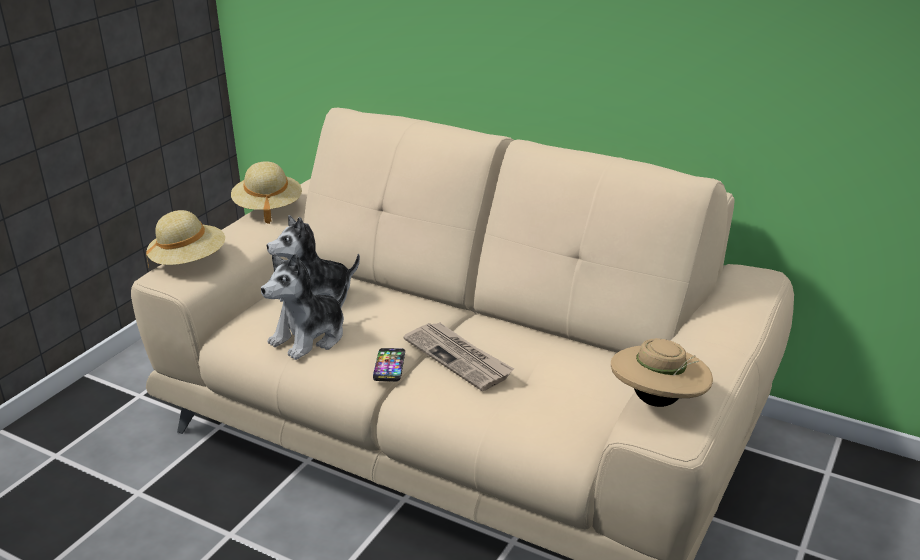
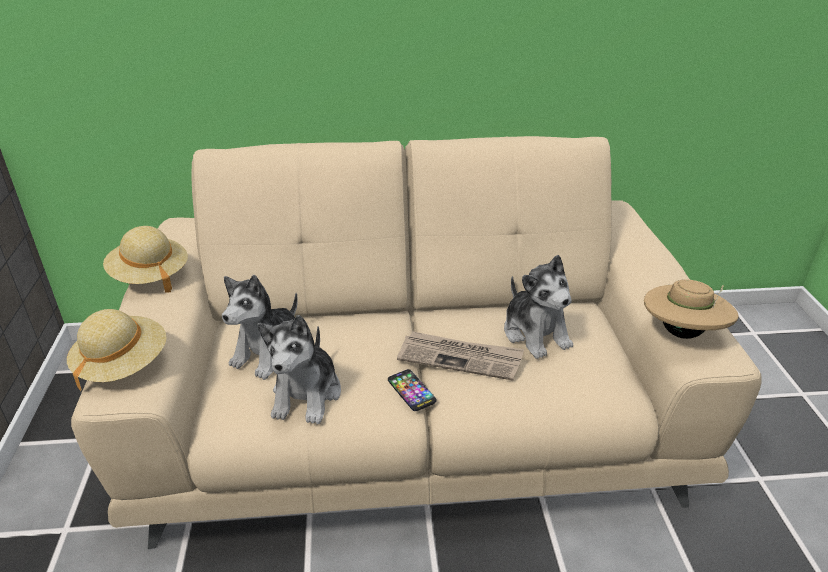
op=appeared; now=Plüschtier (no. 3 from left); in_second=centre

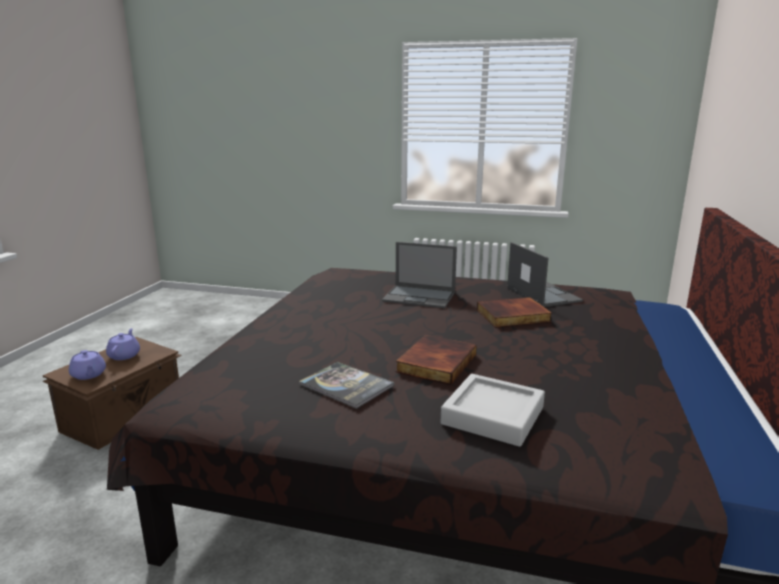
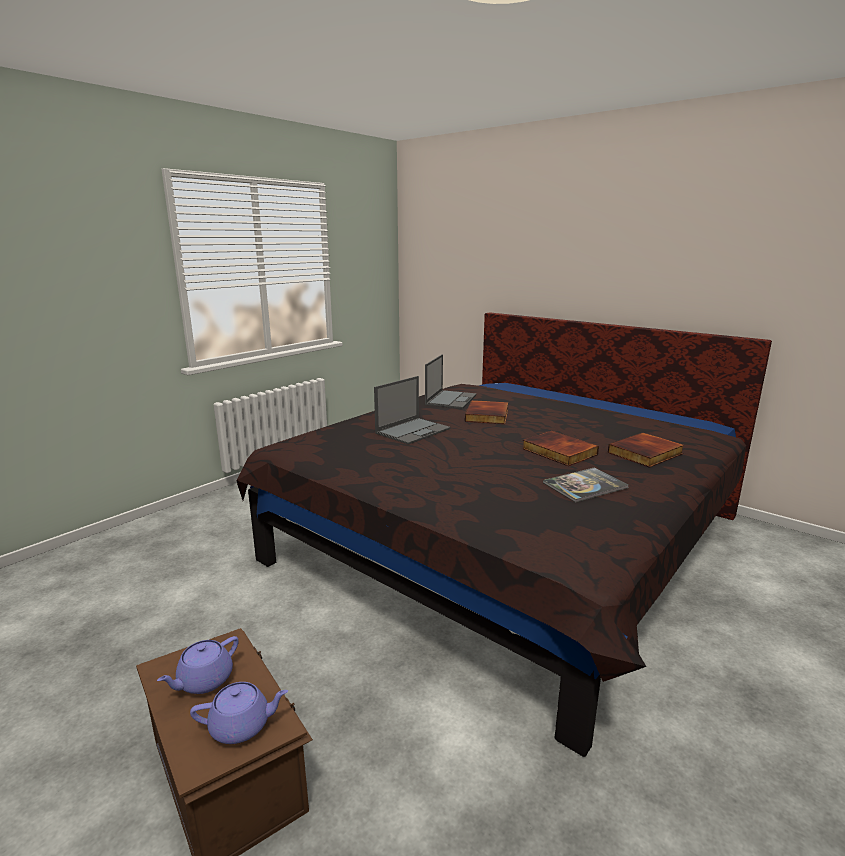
op=spun; was=Teekanne (lila) (no. 2 from left in the first image); in_first=middle left; in_second=bottom left; clockwise=-75
op=exchanged; was=Tablett (grau); now=Buch (no. 4 from left); in_first=bottom centre; in_second=middle right
op=spun; was=Laptop (no. 2 from left); in_first=middle right; in_second=centre; clockwise=105

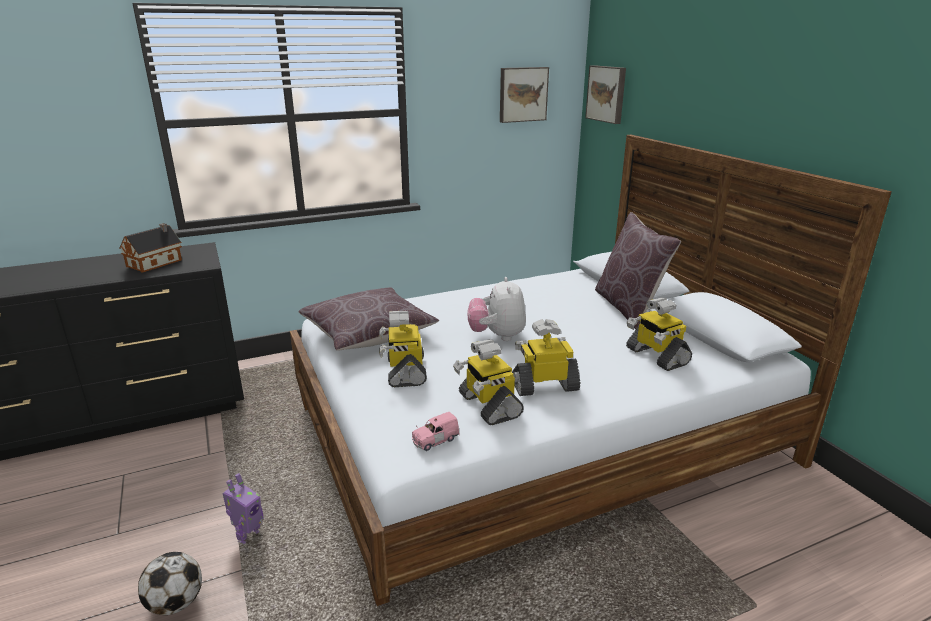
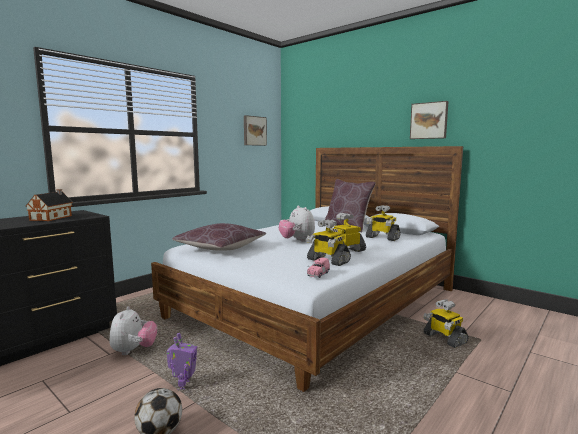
op=relocated; was=Spielzeugroboter (no. 2 from left in the first image); now=Spielzeugroboter (no. 5 from left); in_first=centre; in_second=bottom right
op=relocated; was=Bild (no. 2 from left); in_first=top centre; in_second=top right
op=appeared; now=Plüschtier (no. 1 from left); in_second=bottom left

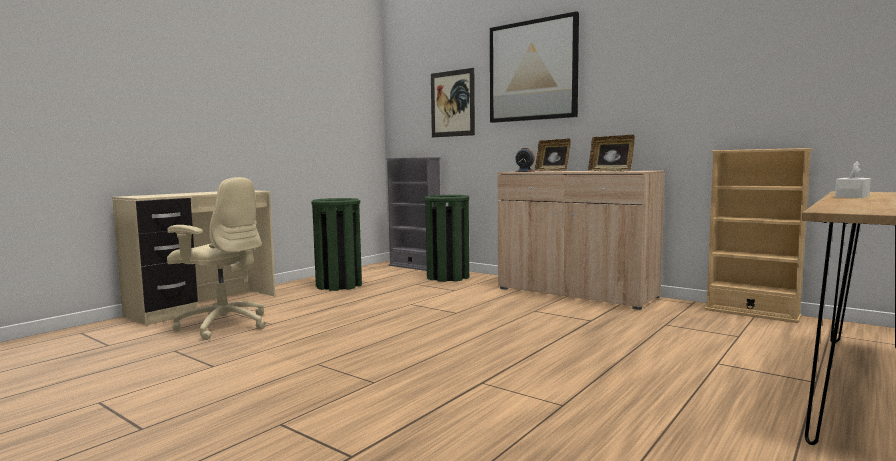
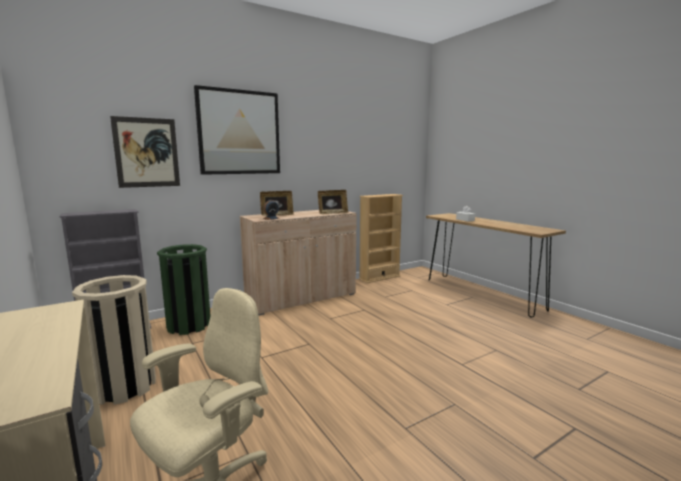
op=colour; was=Mülleimer (grün) (no. 1 from left); now=Mülleimer (beige); in_first=centre; in_second=bottom left

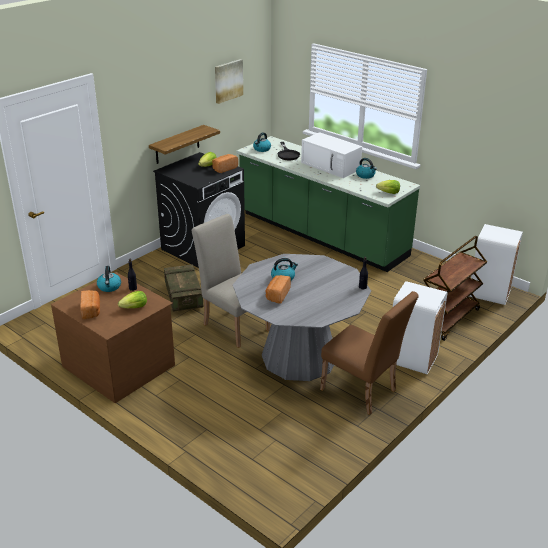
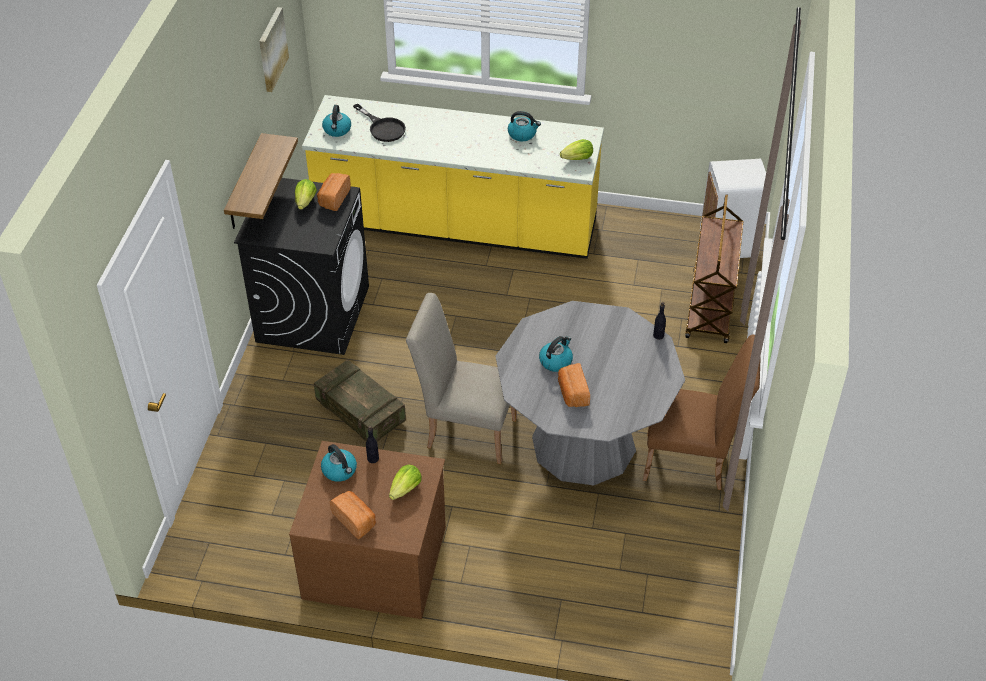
op=colour; was=Küchenzeile (grün); now=Küchenzeile (gelb); in_first=centre; in_second=top centre
op=missing; was=Mikrowelle (weiß); in_first=top centre
op=missing; was=Mülleimer (weiß) (no. 1 from left); in_first=middle right

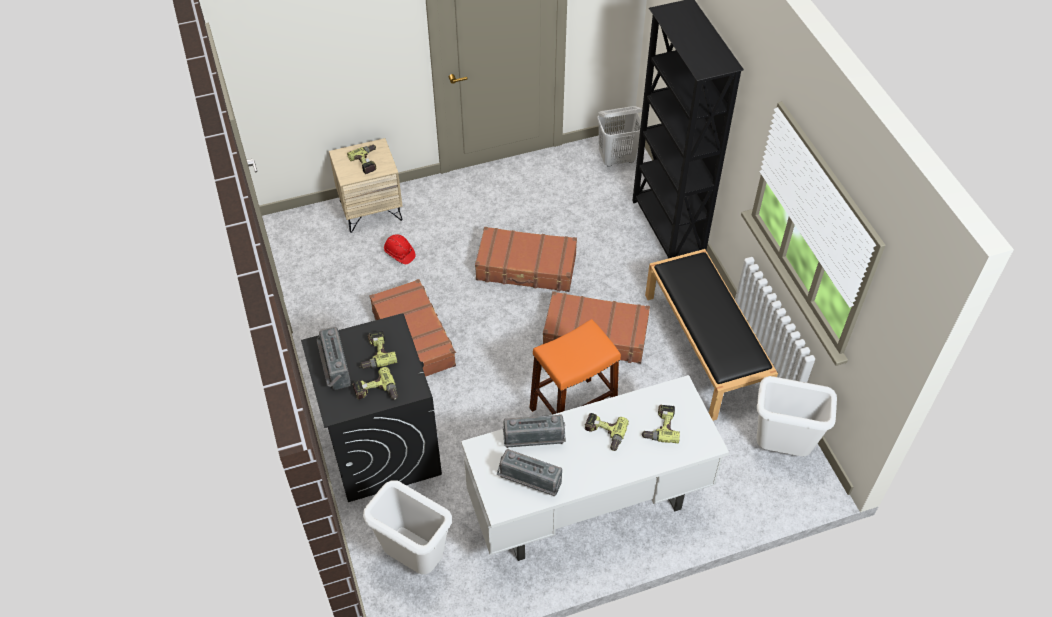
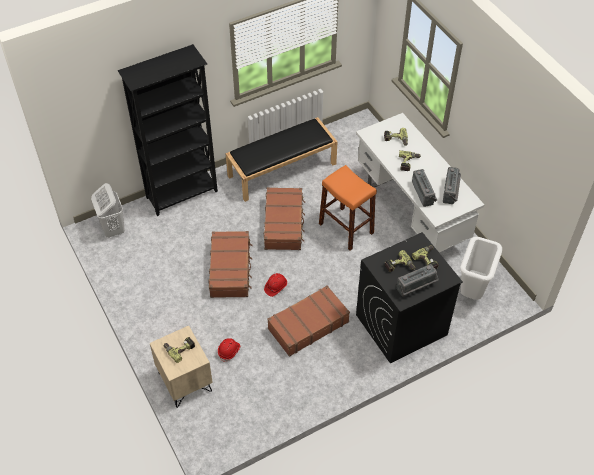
op=missing; was=Mülleimer (weiß) (no. 2 from left); in_first=bottom right
op=appeared; now=Schutzhelm (rot) (no. 2 from left); in_second=centre

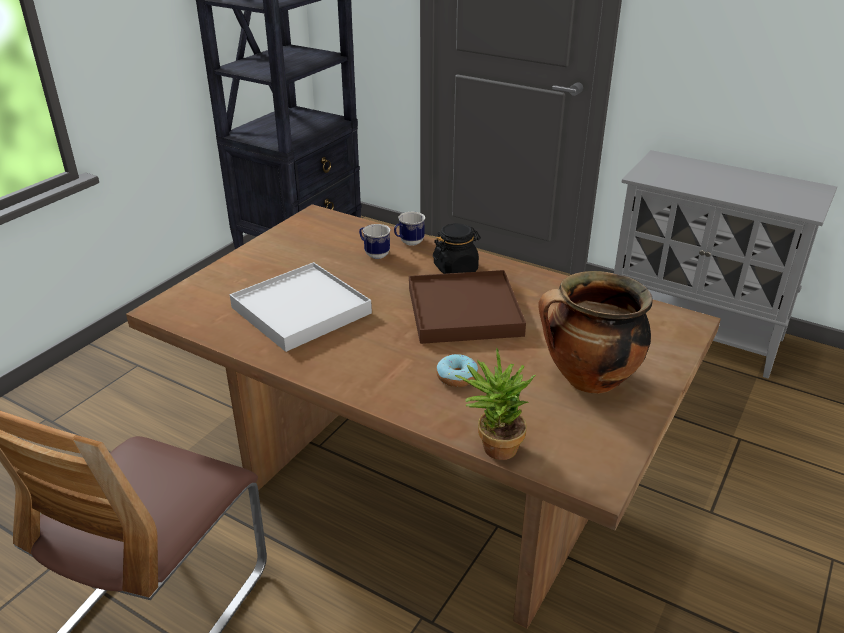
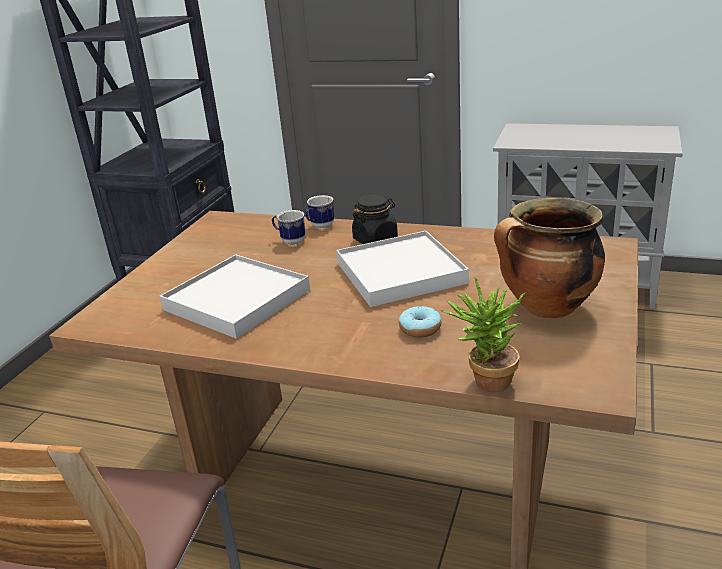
op=colour; was=Tablett (braun); now=Tablett (weiß) (no. 2 from left); in_first=centre; in_second=centre

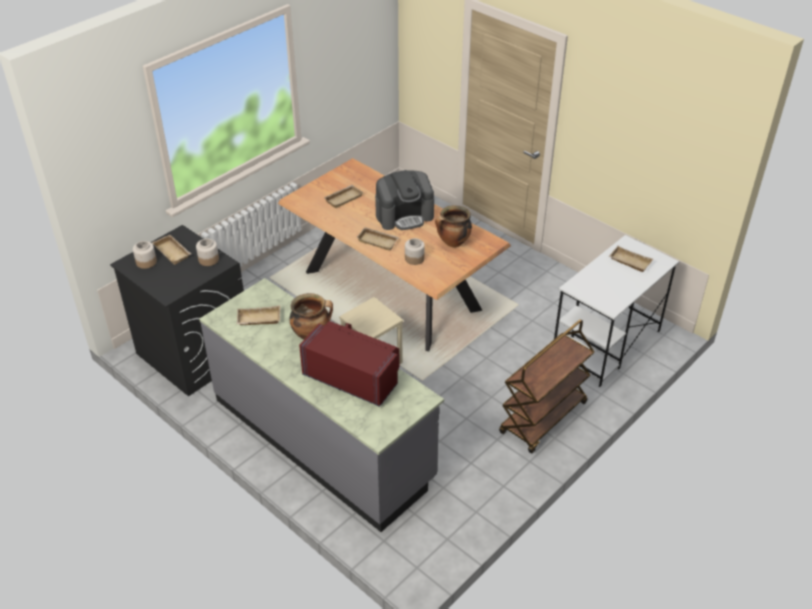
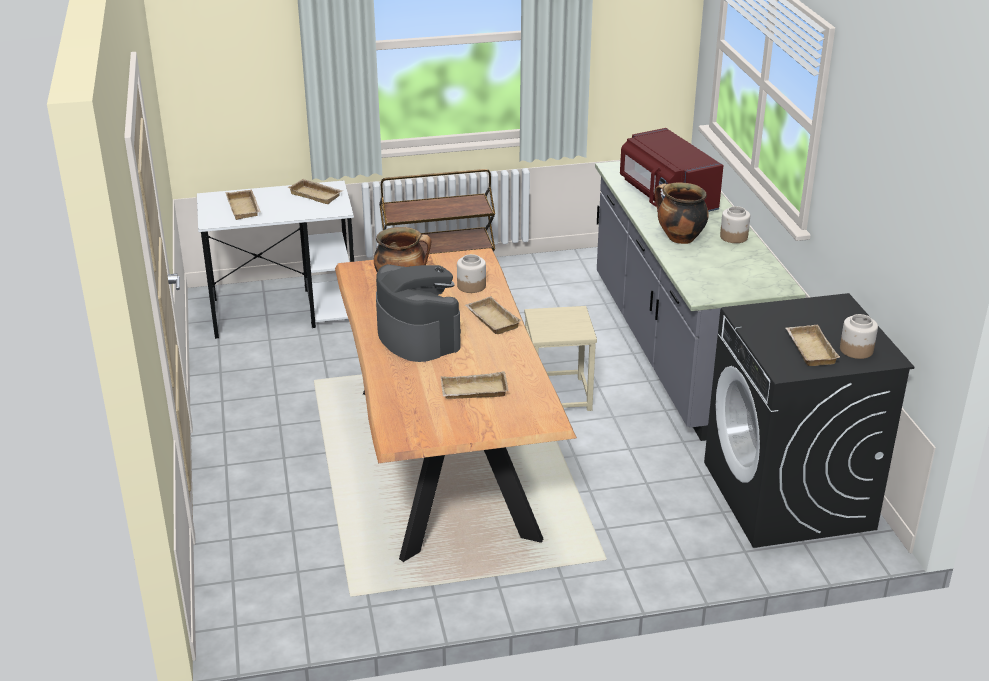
op=relocated; was=Vorratsglas (no. 2 from left); in_first=middle left; in_second=top right
op=relocated; was=Tablett (beige) (no. 2 from left); in_first=middle left; in_second=top left
op=spun; was=Kaffeemaschine; in_first=top centre; in_second=centre; clockwise=45

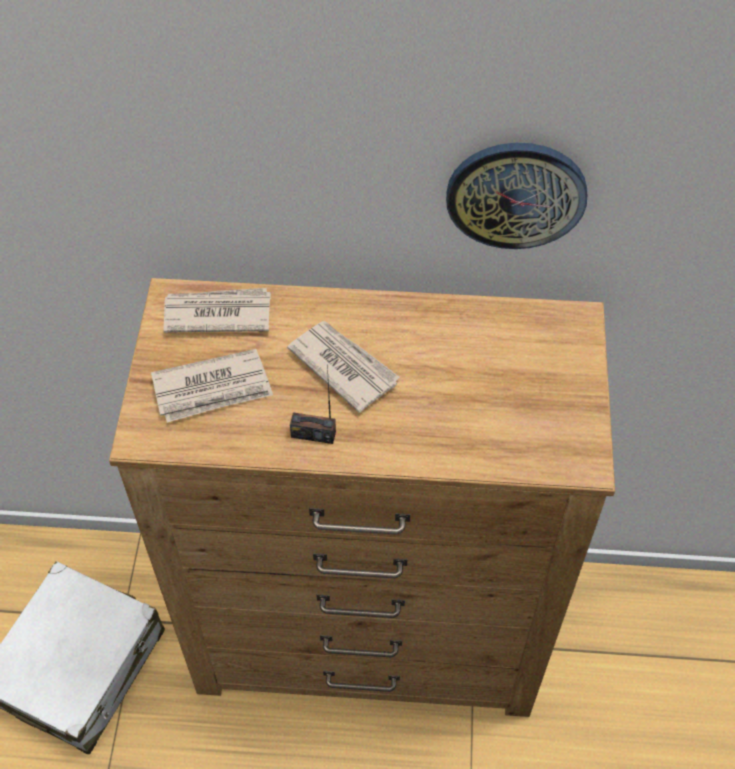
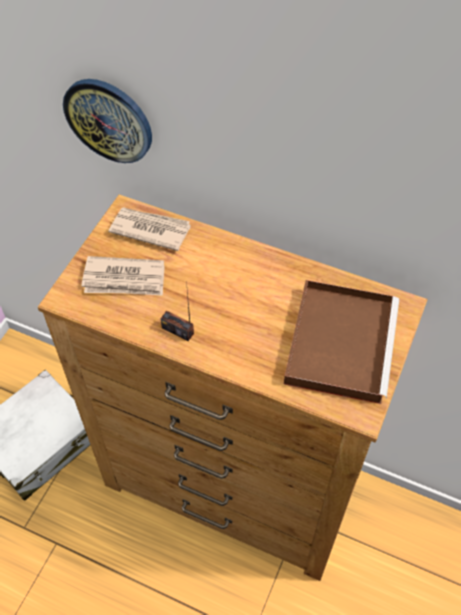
op=missing; was=Zeitung (no. 3 from left); in_first=centre
op=relocated; was=Wanduhr; in_first=top right; in_second=top left
op=appeared; now=Tablett (braun); in_second=middle right

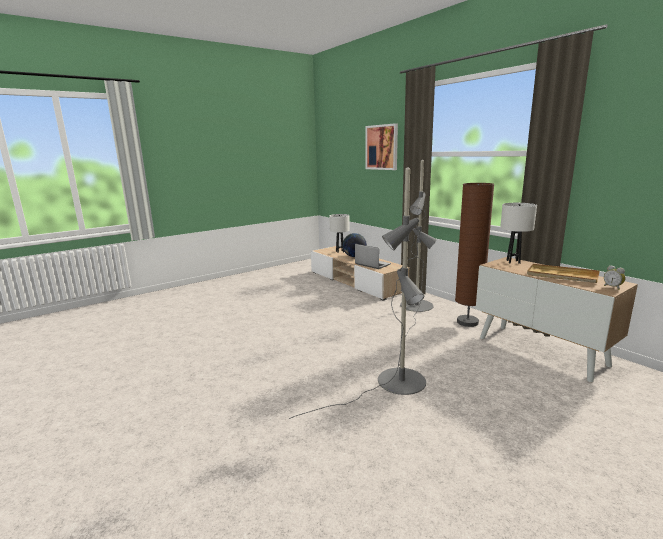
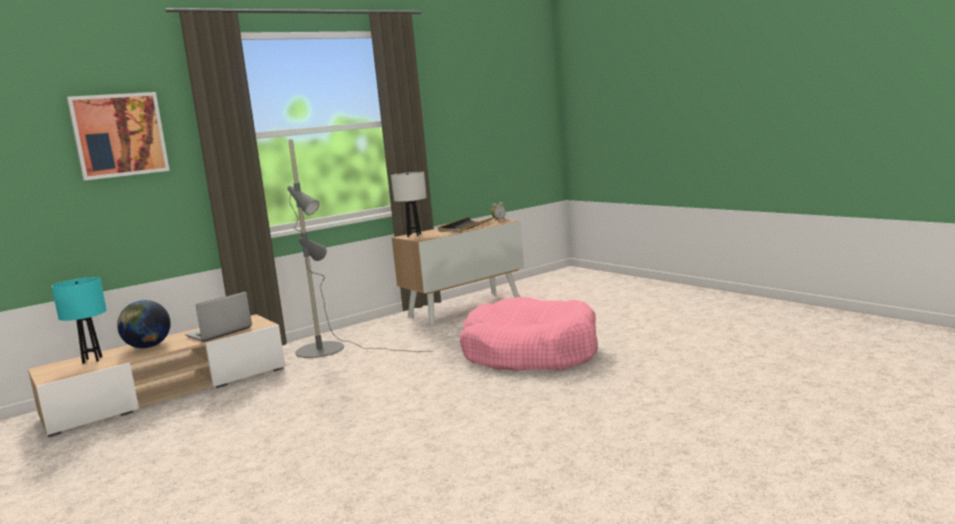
op=exchanged; was=Stehlampe (grau) (no. 1 from left); now=Hundebett (rosa); in_first=centre; in_second=centre
op=colour; was=Tischlampe (weiß) (no. 1 from left); now=Tischlampe (türkis); in_first=centre; in_second=middle left
op=missing; was=Stehlampe (braun); in_first=middle right
op=colour; was=Tablett (beige); now=Tablett (schwarz); in_first=middle right; in_second=centre

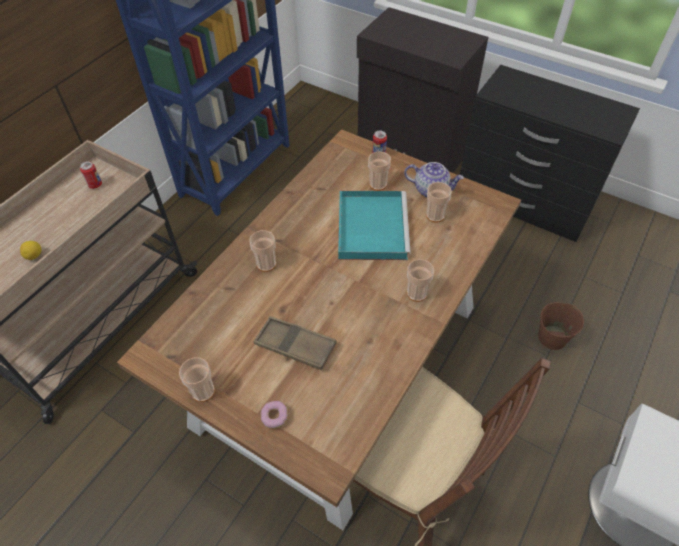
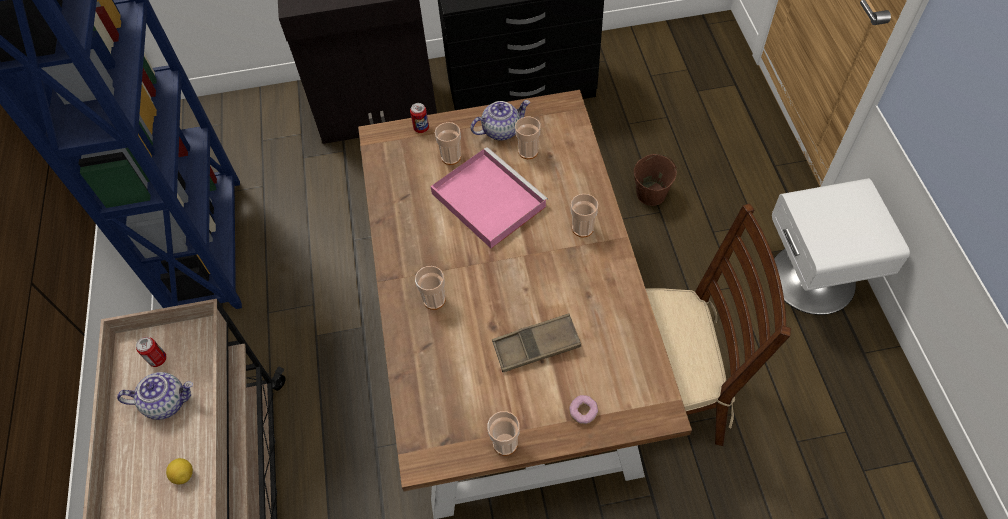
op=colour; was=Tablett (türkis); now=Tablett (rosa); in_first=centre; in_second=centre
op=appeared; now=Teekanne (no. 1 from left); in_second=bottom left

